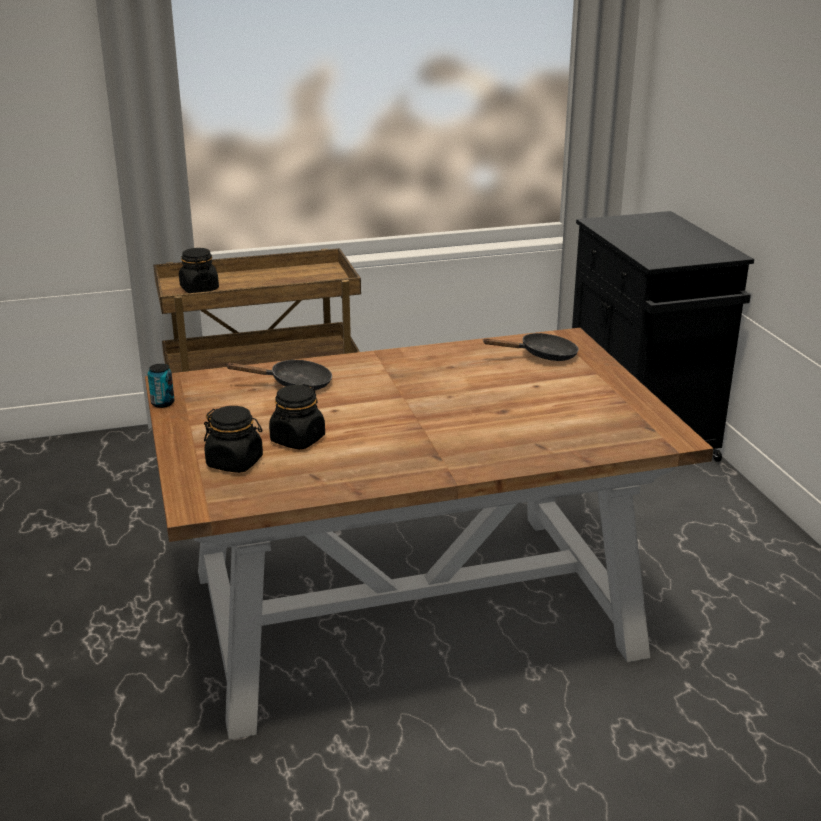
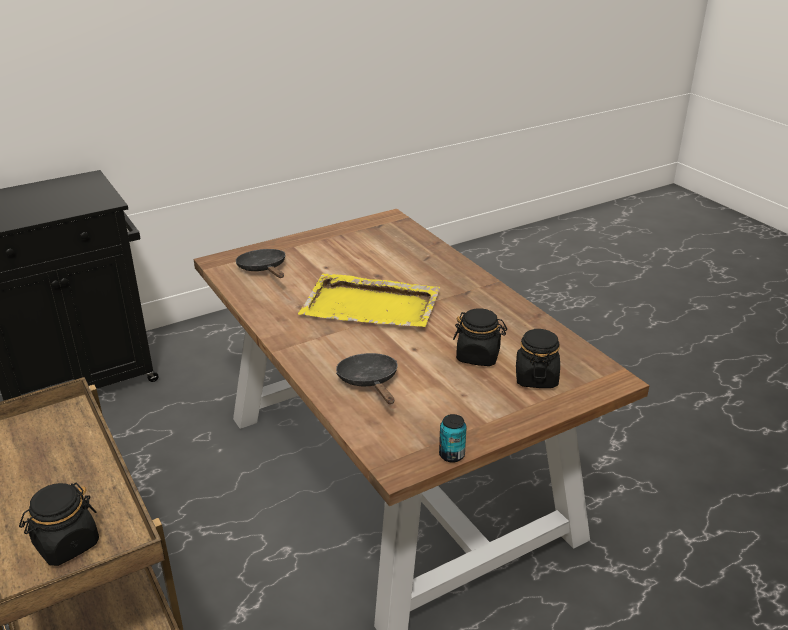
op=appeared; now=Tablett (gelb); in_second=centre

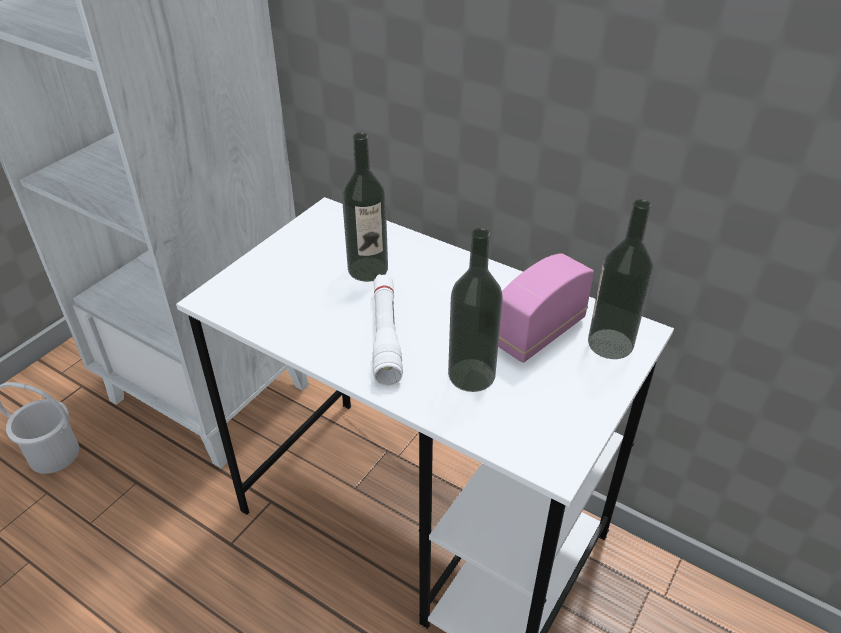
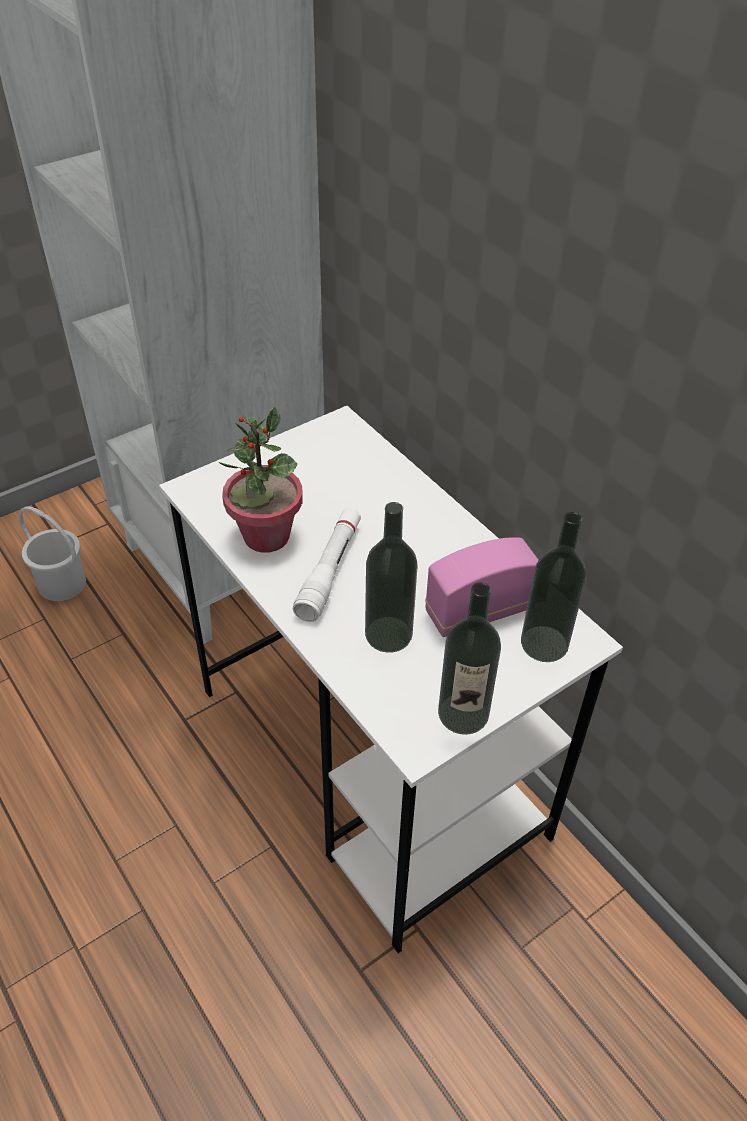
op=relocated; was=Flasche (no. 1 from left in the first image); now=Flasche (no. 2 from left); in_first=top centre; in_second=centre
op=appeared; now=Topfpflanze; in_second=centre

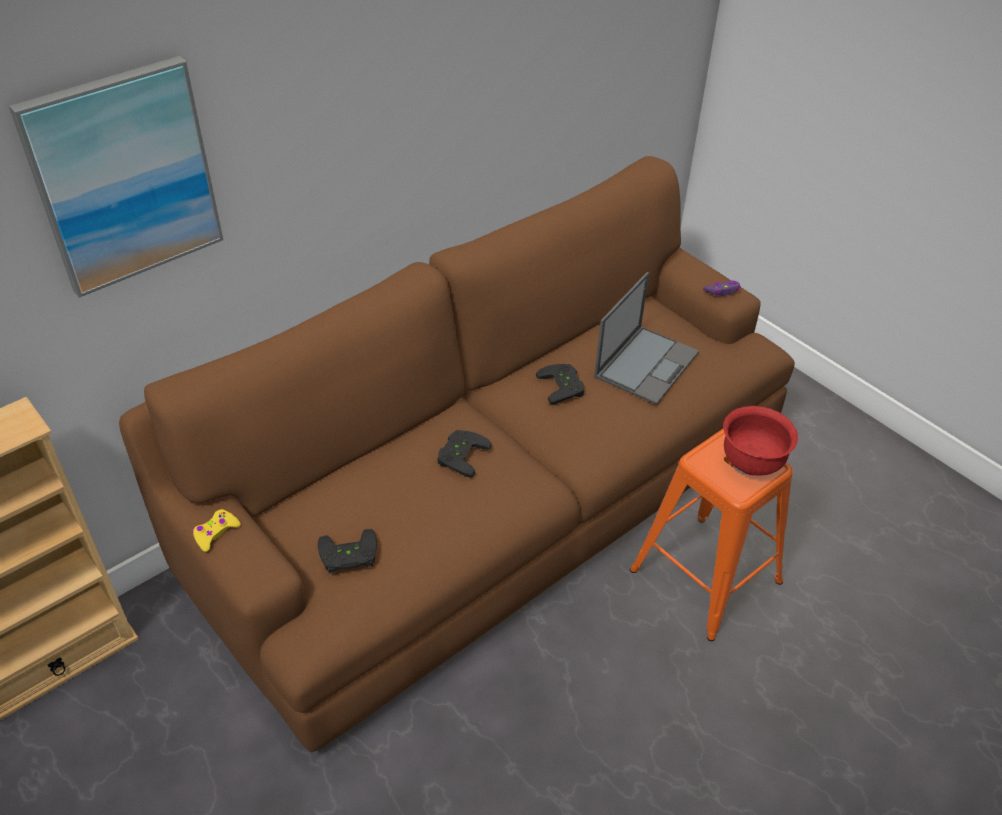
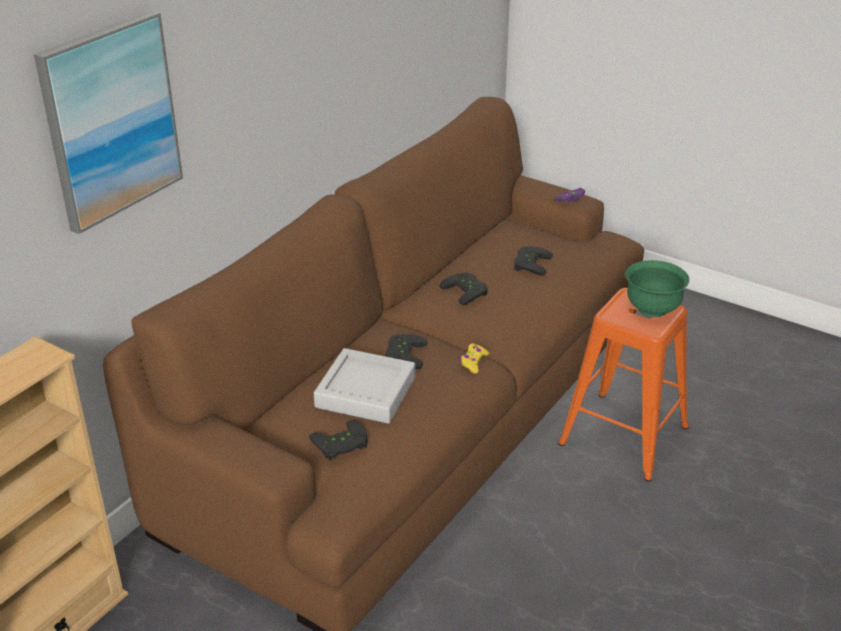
op=relocated; was=Gamepad (gelb); in_first=middle left; in_second=centre
op=exchanged; was=Laptop; now=Gamepad (schwarz) (no. 4 from left); in_first=centre; in_second=centre
op=colour; was=Schüssel (rot); now=Schüssel (grün); in_first=middle right; in_second=middle right
op=appeared; now=Tablett (grau); in_second=centre

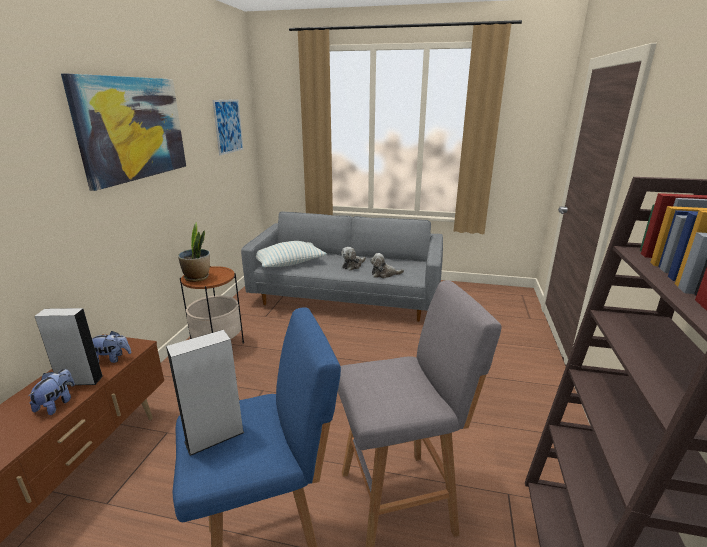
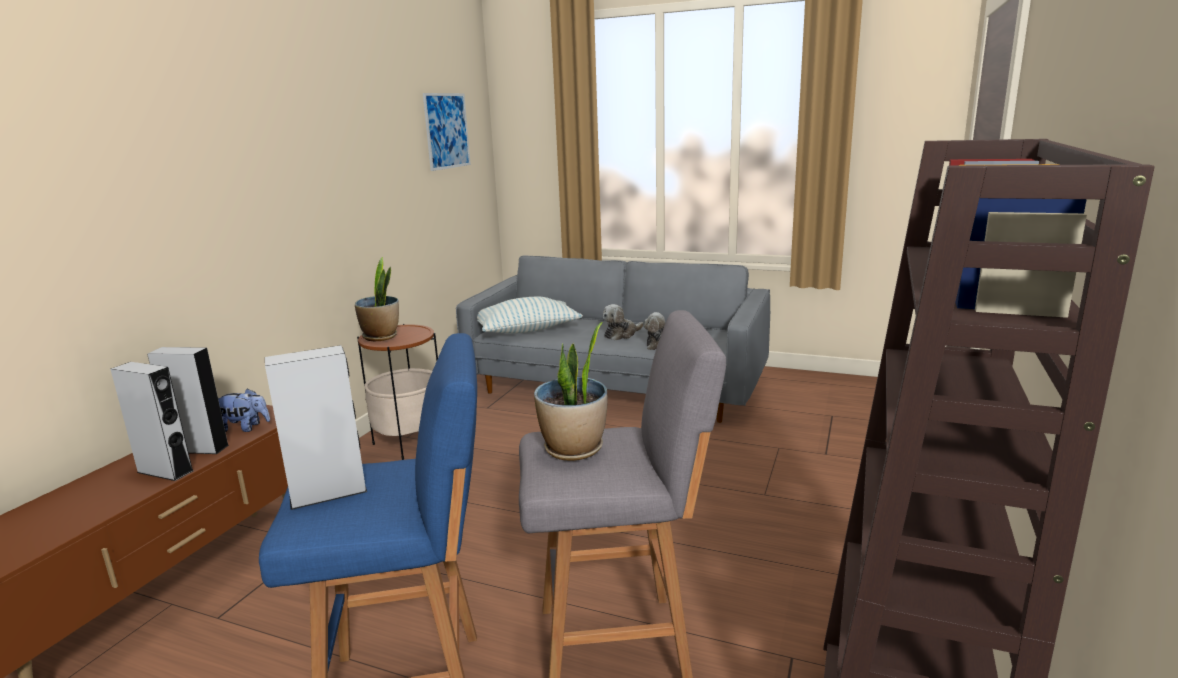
op=exchanged; was=Plüschtier (no. 1 from left); now=Lautsprecher (grau) (no. 1 from left); in_first=bottom left; in_second=middle left
op=missing; was=Bild (no. 1 from left); in_first=top left
op=appeared; now=Topfpflanze (no. 2 from left); in_second=centre

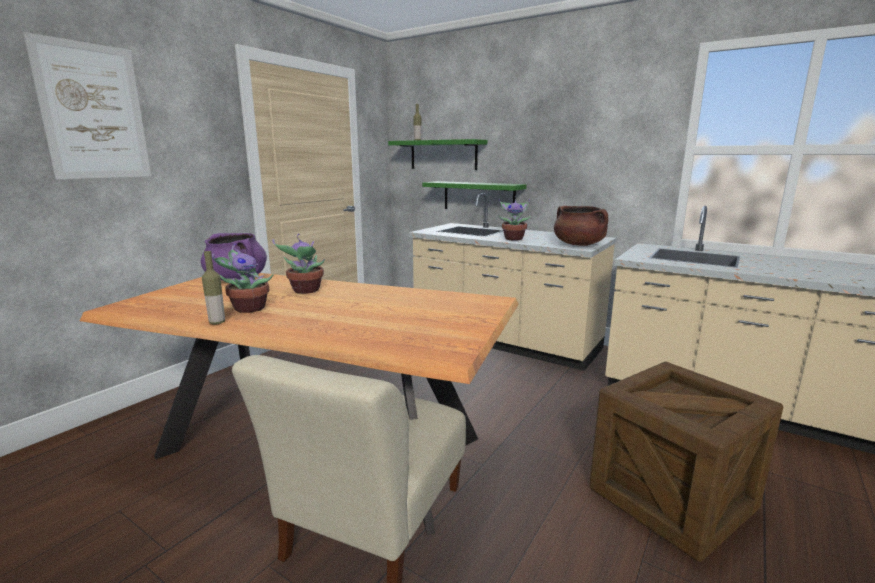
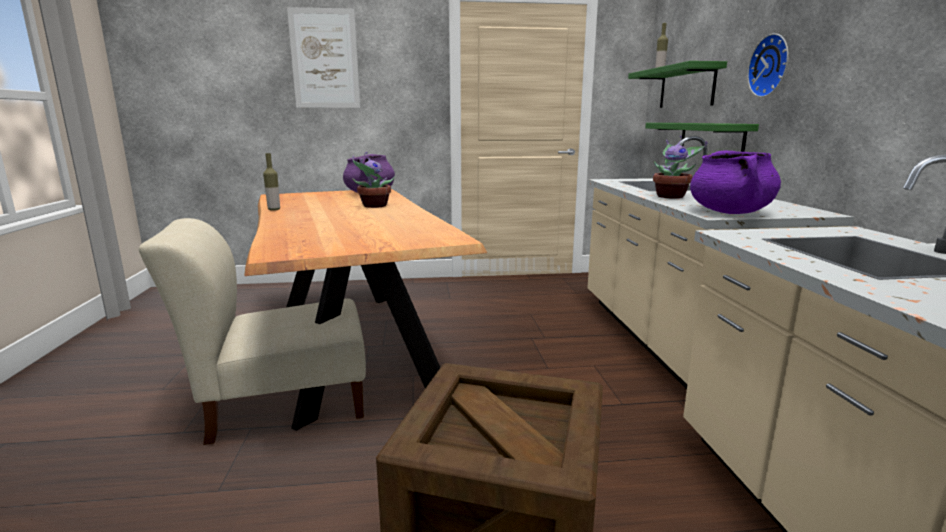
op=missing; was=Topfpflanze (no. 1 from left); in_first=middle left
op=colour; was=Kochtopf (braun); now=Kochtopf (lila) (no. 2 from left); in_first=centre; in_second=middle right
op=appeared; now=Wanduhr; in_second=top right

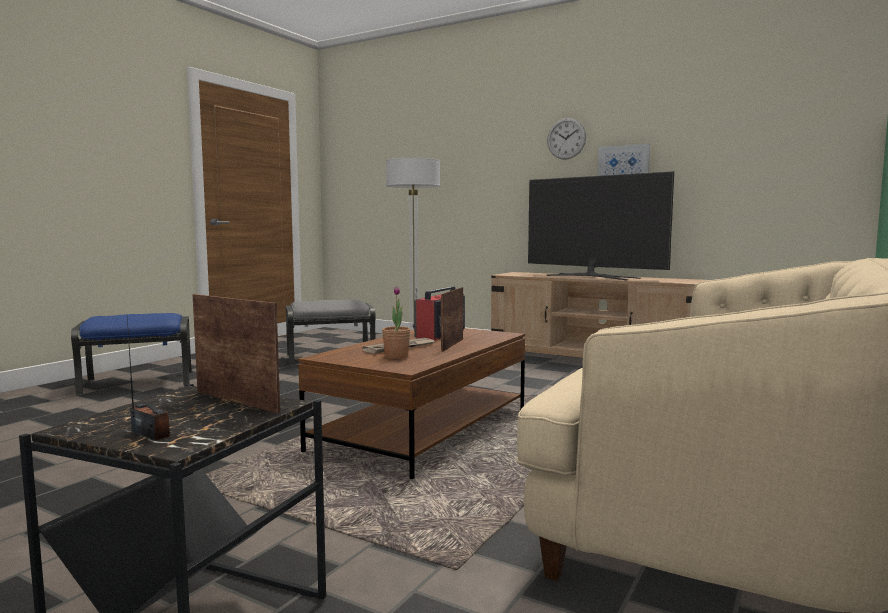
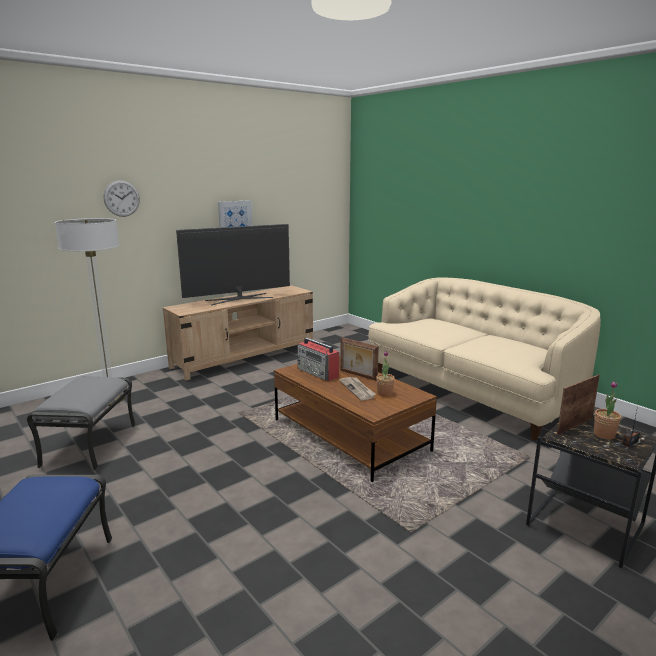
op=relocated; was=Wanduhr; in_first=top centre; in_second=top left
op=appeared; now=Topfpflanze (no. 2 from left); in_second=middle right

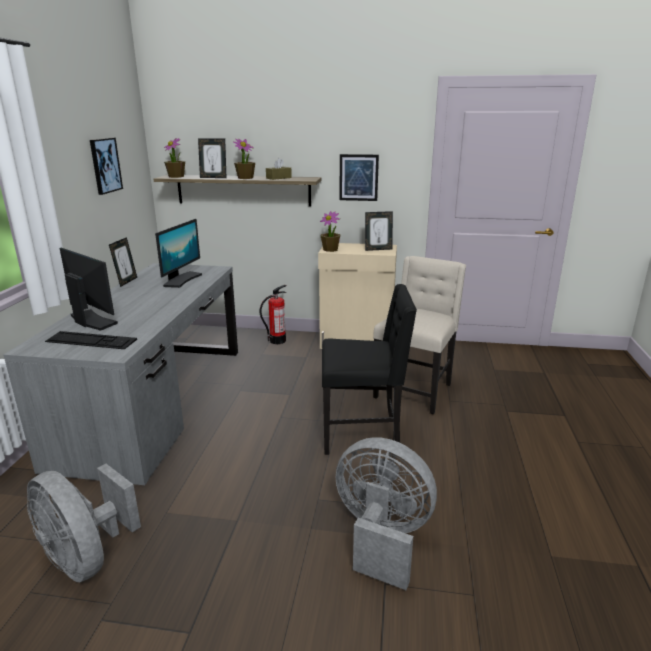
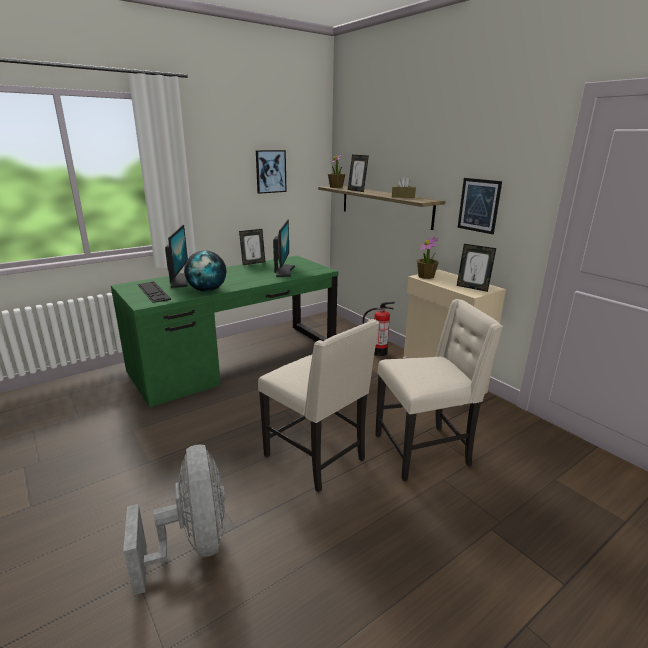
op=colour; was=Schreibtisch (grau); now=Schreibtisch (grün); in_first=middle left; in_second=centre
op=missing; was=Ventilator (grau) (no. 1 from left); in_first=bottom left
op=spun; was=Monitor (no. 2 from left); in_first=middle left; in_second=centre; clockwise=-60
op=missing; was=Topfpflanze (no. 2 from left); in_first=top centre
op=colour; was=Stuhl (schwarz); now=Stuhl (beige) (no. 1 from left); in_first=centre; in_second=centre
op=appeared; now=Globus; in_second=middle left

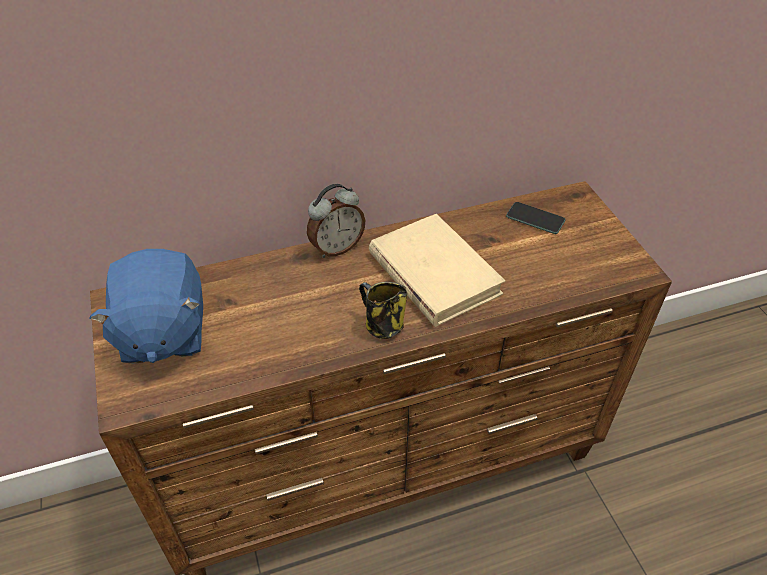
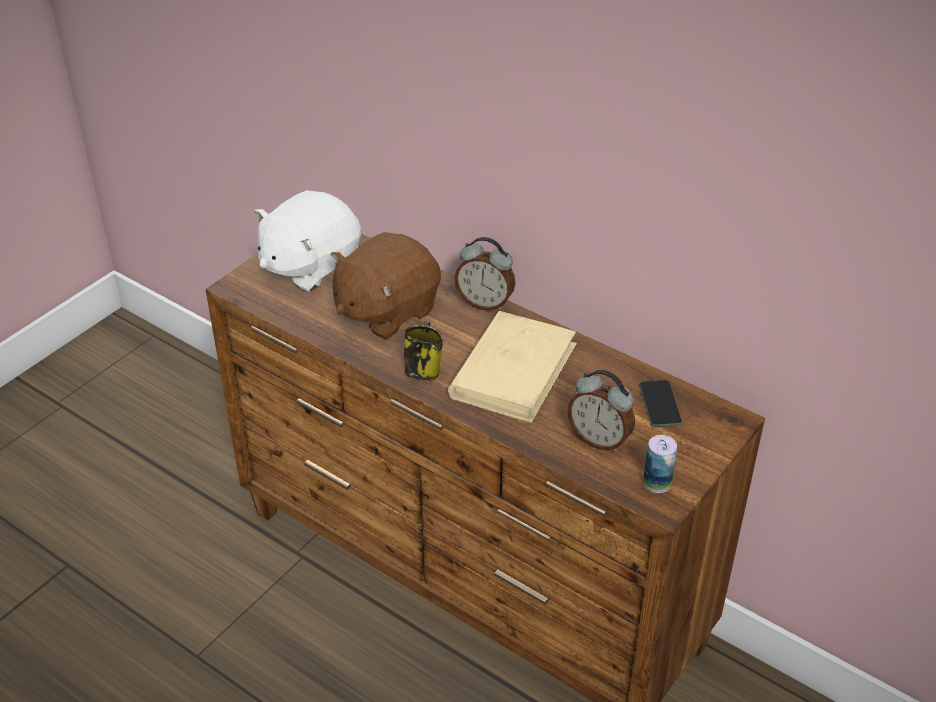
op=colour; was=Plüschtier (blau); now=Plüschtier (weiß); in_first=middle left; in_second=middle left
op=appeared; now=Plüschtier (braun); in_second=centre
op=appeared; now=Wecker (no. 2 from left); in_second=centre
op=appeared; now=Dose; in_second=middle right

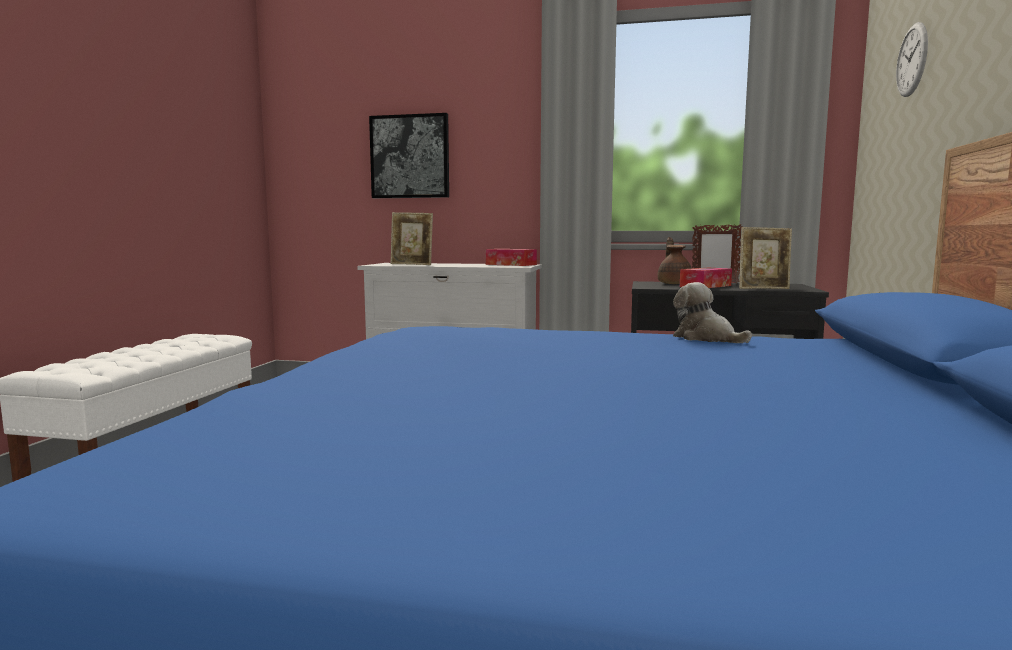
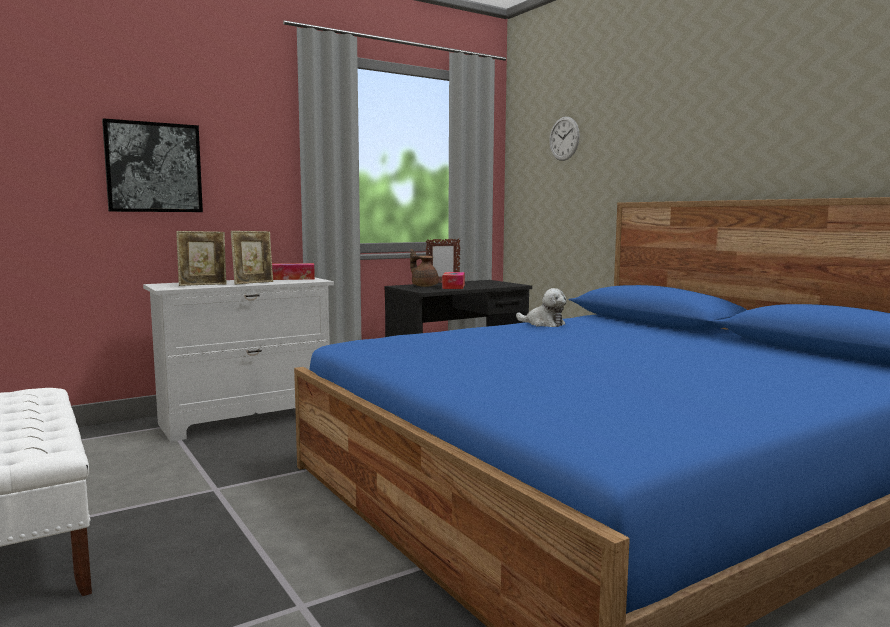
op=spun; was=Plüschtier; in_first=middle right; in_second=centre; clockwise=-150
op=relocated; was=Bilderrahmen (no. 3 from left in the first image); now=Bilderrahmen (no. 2 from left); in_first=middle right; in_second=middle left

